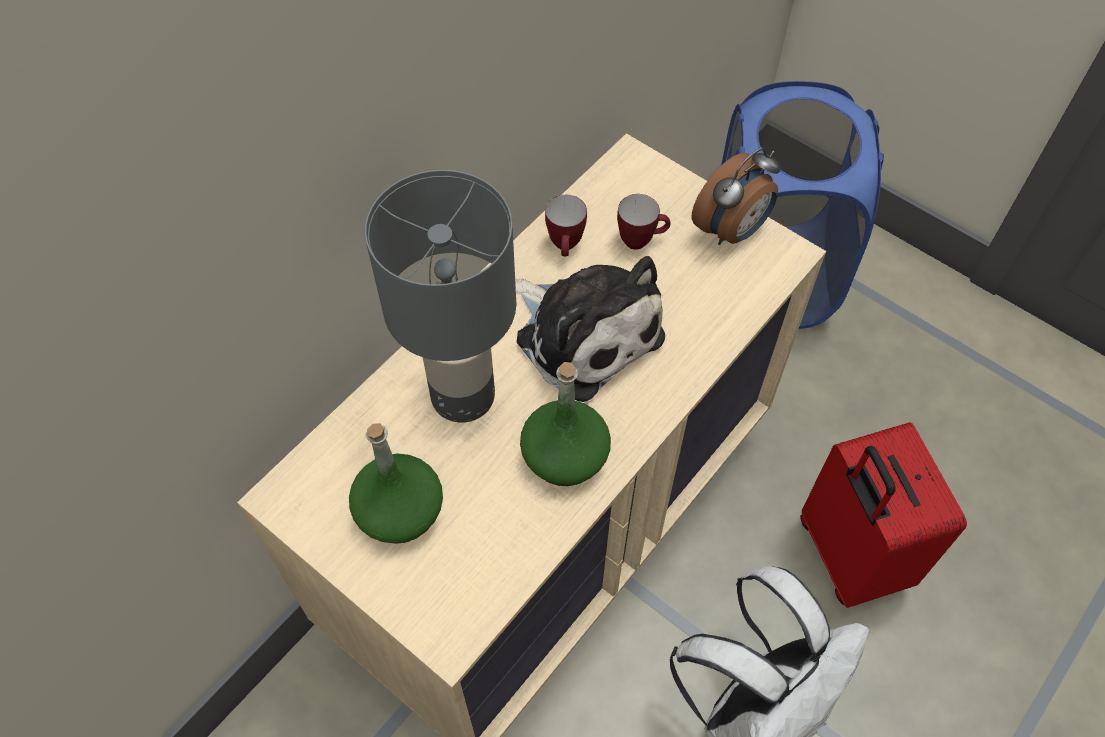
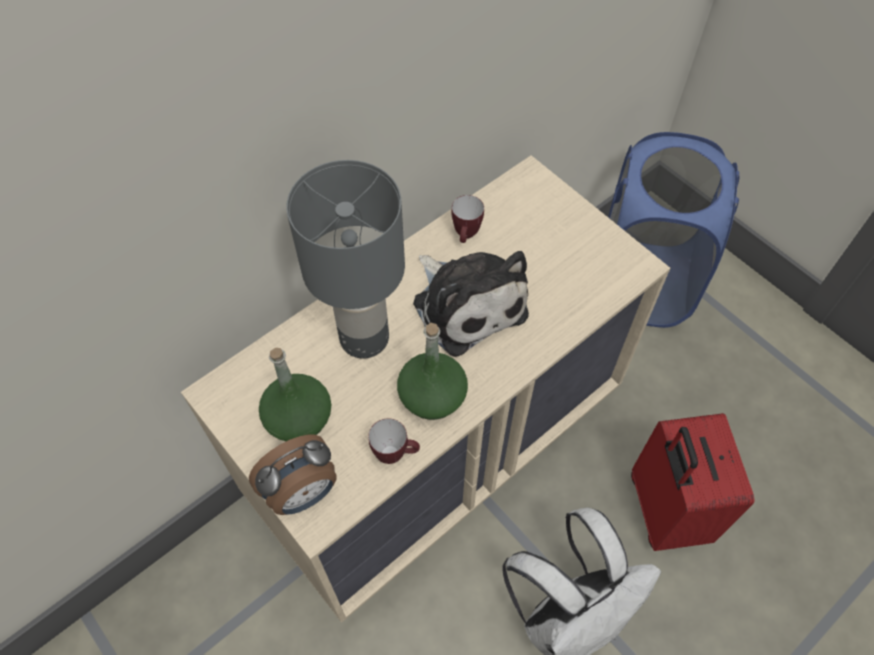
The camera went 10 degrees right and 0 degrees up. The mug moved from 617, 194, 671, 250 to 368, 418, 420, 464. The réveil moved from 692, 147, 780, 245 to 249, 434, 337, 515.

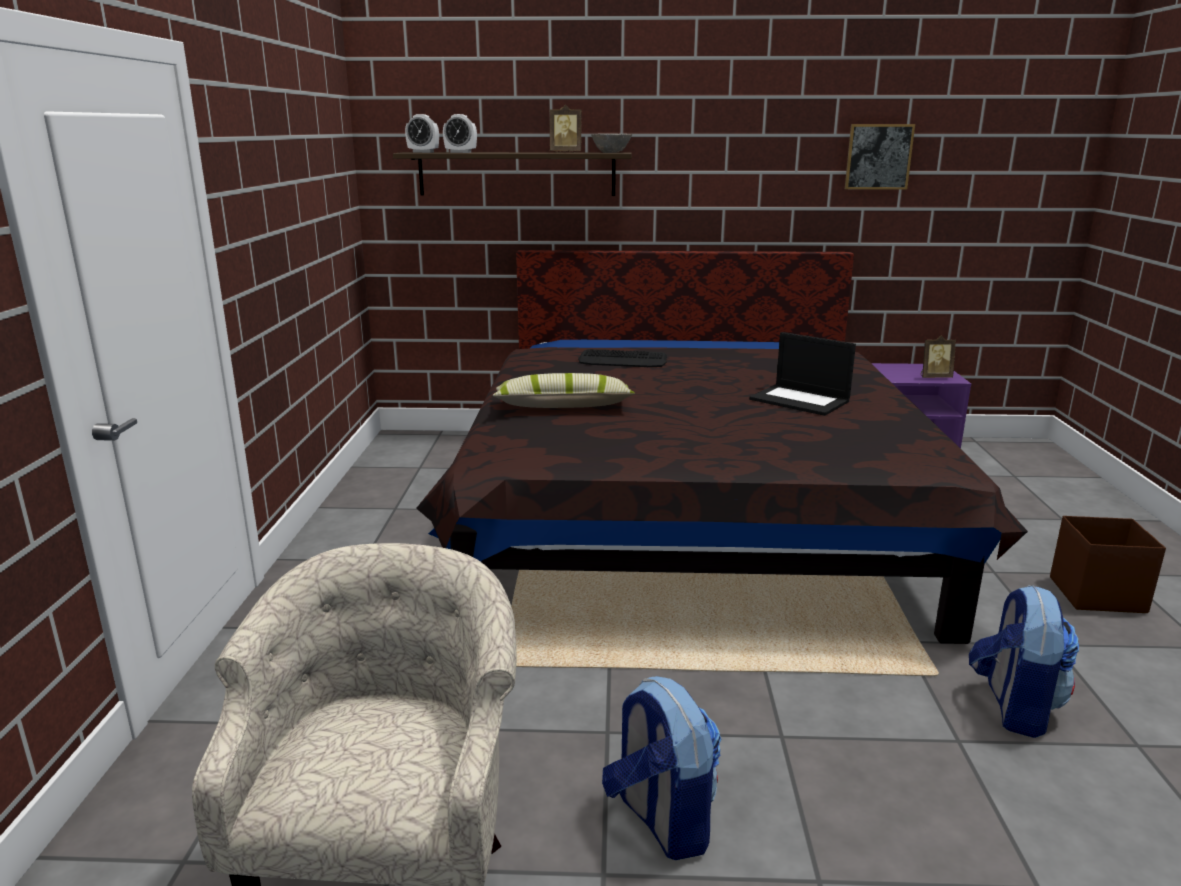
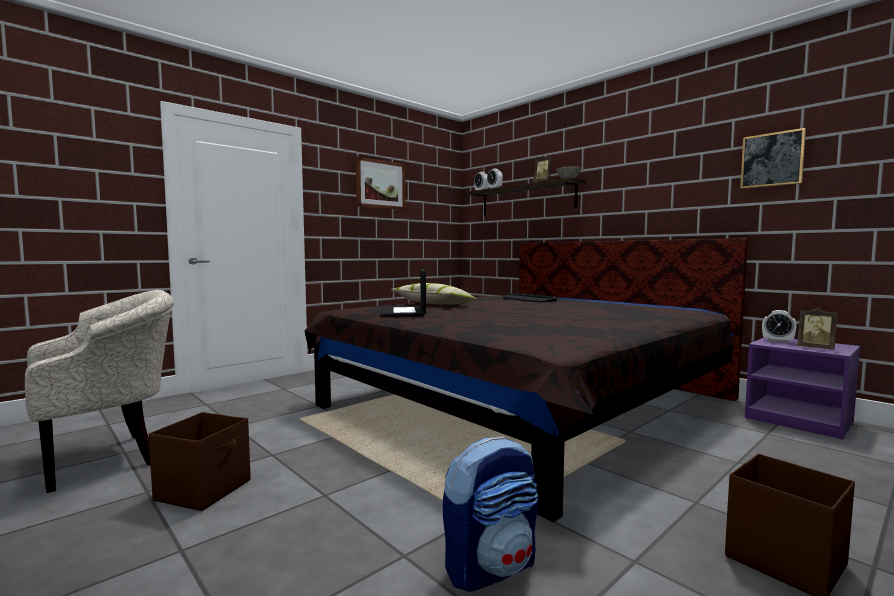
The camera went 45 degrees right and 15 degrees down. The tableau at 356, 156, 405, 210 appeared. The réveil at 762, 310, 797, 343 appeared. The ordinateur portable moved from 749, 332, 856, 416 to 380, 269, 426, 317. The sac à dos at 602, 676, 721, 860 was replaced by the boîte de rangement (marron) at 149, 412, 251, 511.

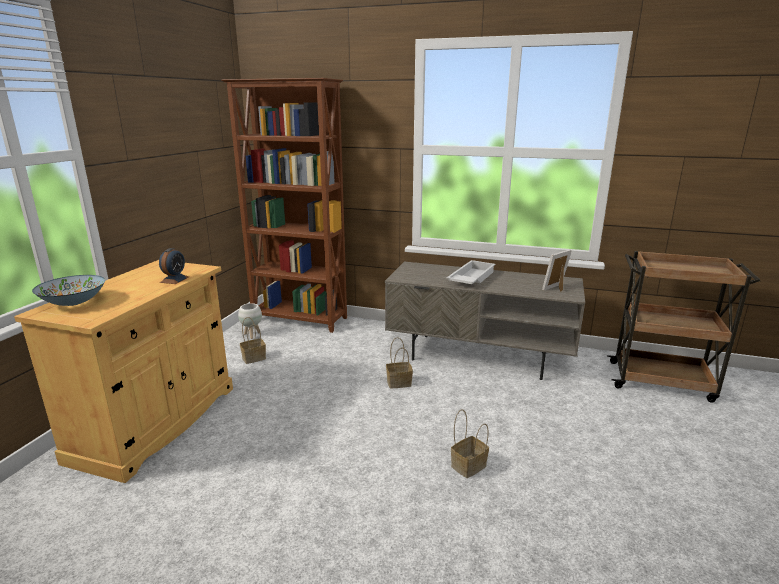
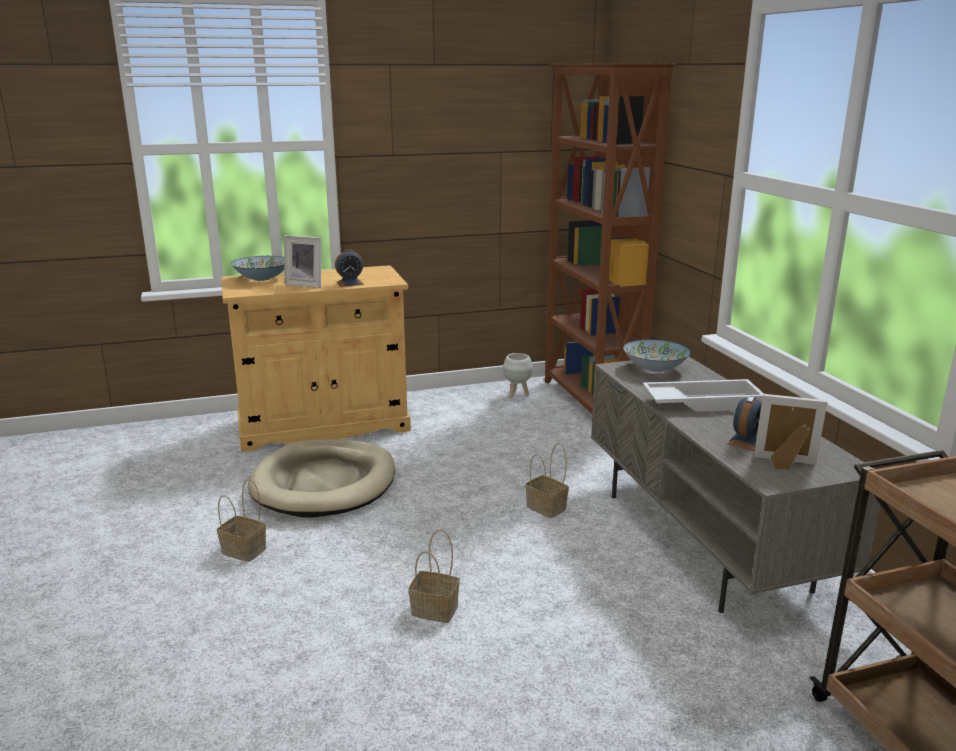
The camera went 55 degrees right and 0 degrees up. The panier pour chien (beige) at 248, 439, 395, 518 appeared. The cadre photo at 284, 235, 321, 288 appeared. The bol at 623, 339, 691, 372 appeared. The réveil at 727, 396, 762, 451 appeared. The panier moved from 240, 317, 266, 364 to 217, 479, 266, 562.

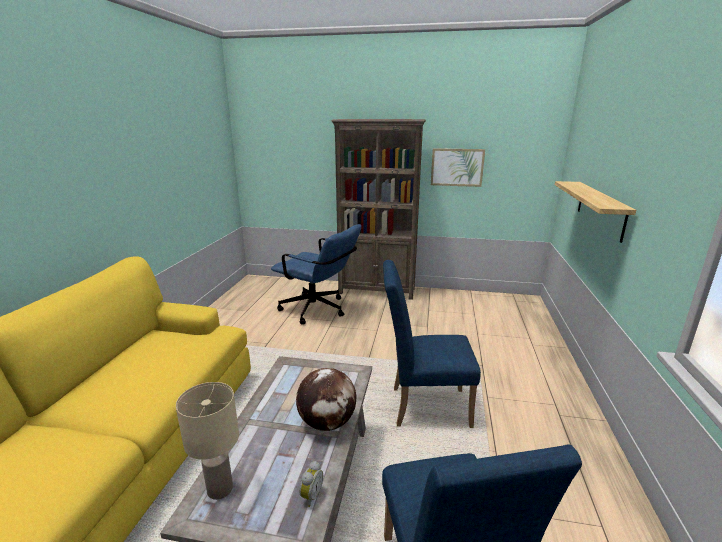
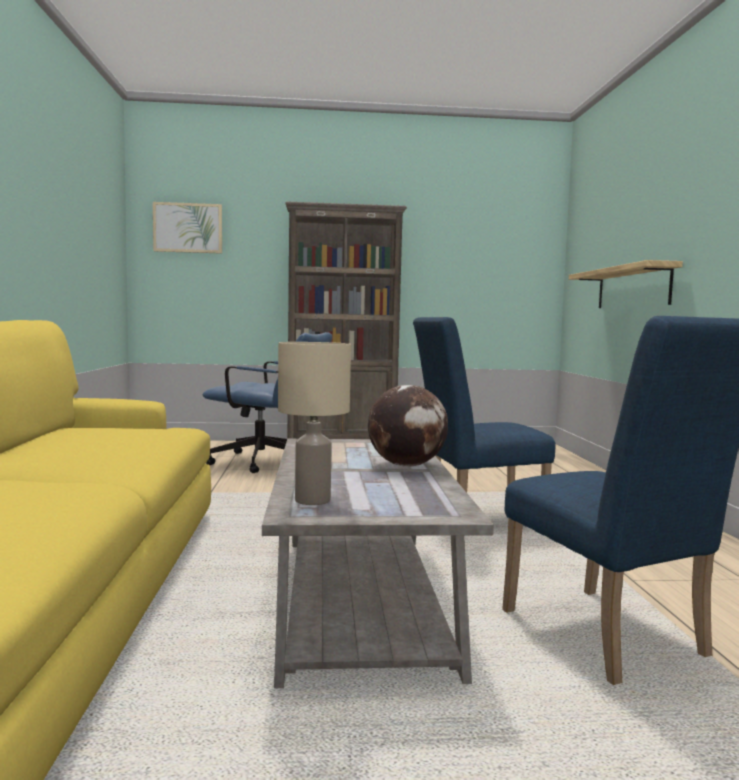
The camera went 15 degrees left and 15 degrees down. The réveil at 299, 461, 323, 507 disappeared. The tableau moved from 431, 148, 485, 187 to 153, 202, 222, 254.

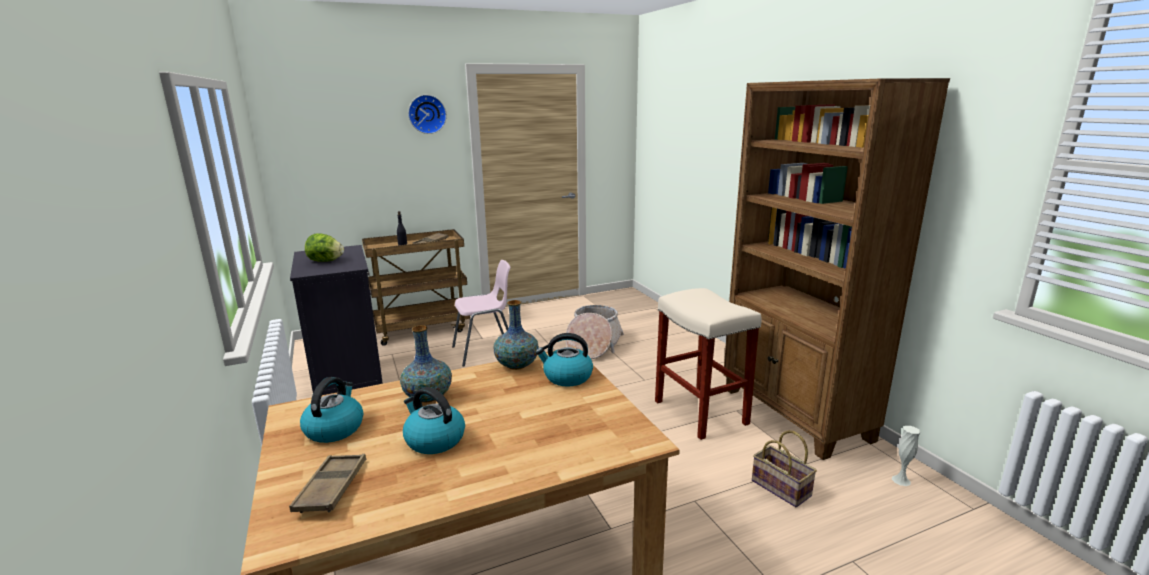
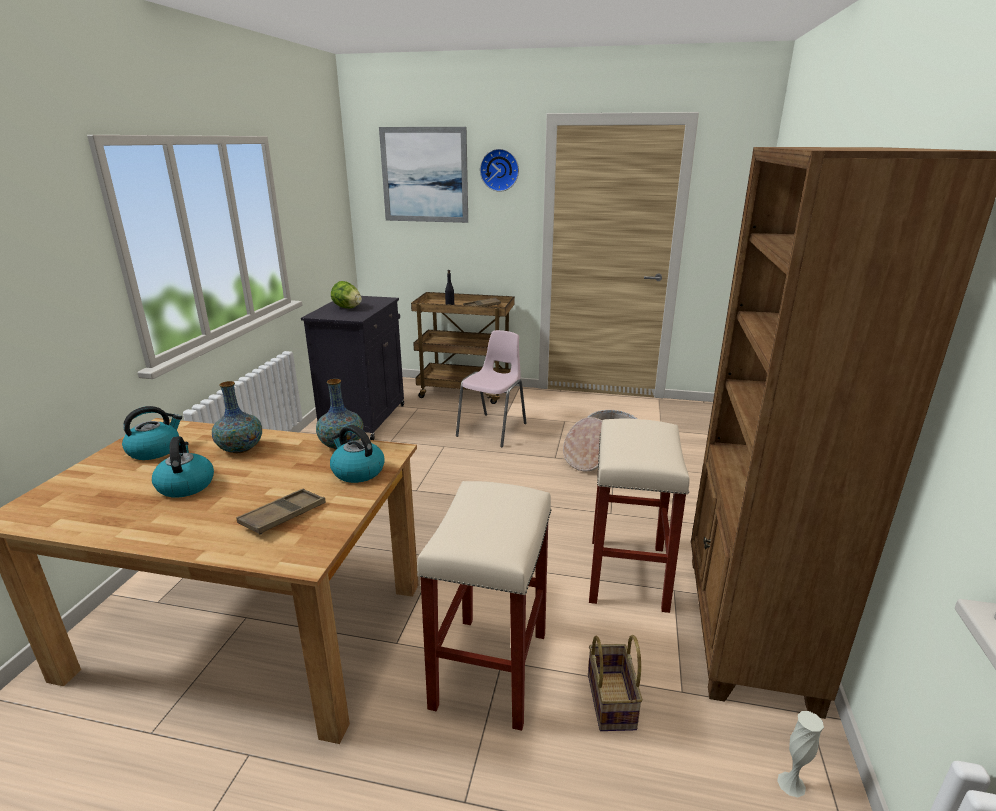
The camera went 35 degrees right and 5 degrees up. The tableau at 379, 127, 468, 223 appeared. The tabouret (beige) at 417, 481, 552, 731 appeared. The plateau (marron) moved from 289, 454, 366, 513 to 236, 488, 326, 535. The chaise (rose) at 452, 260, 510, 367 turned 75 degrees counterclockwise.

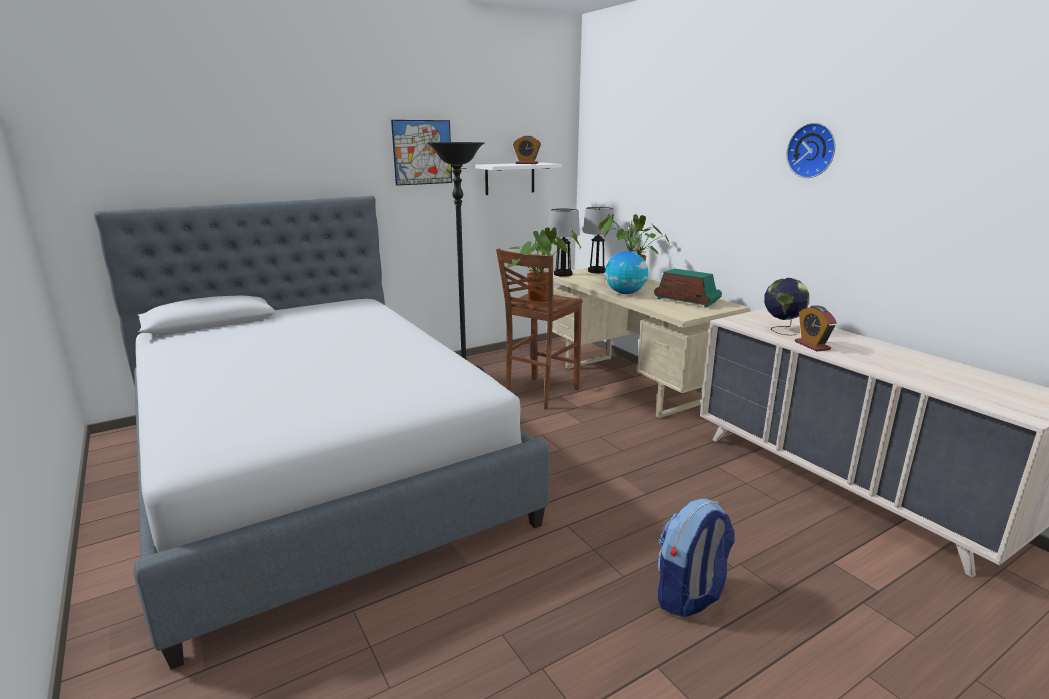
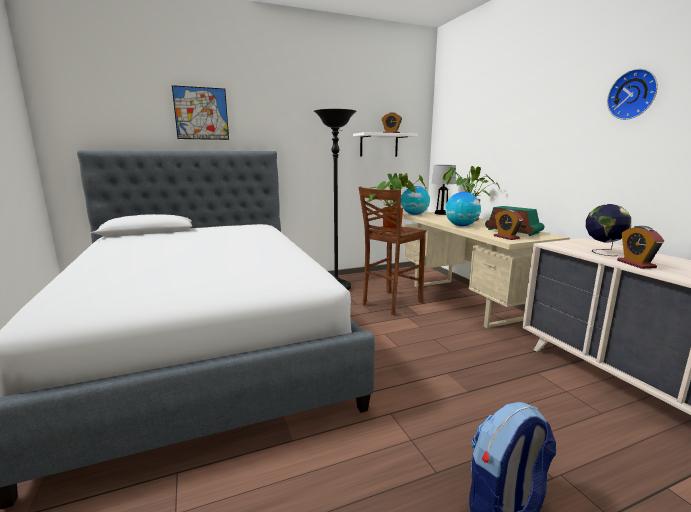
The camera went 10 degrees right and 5 degrees down. The réveil at 494, 209, 523, 240 appeared. The tableau moved from 391, 120, 452, 186 to 172, 85, 229, 140. The lampe de table at 549, 208, 580, 277 was replaced by the globe at 401, 186, 430, 215.

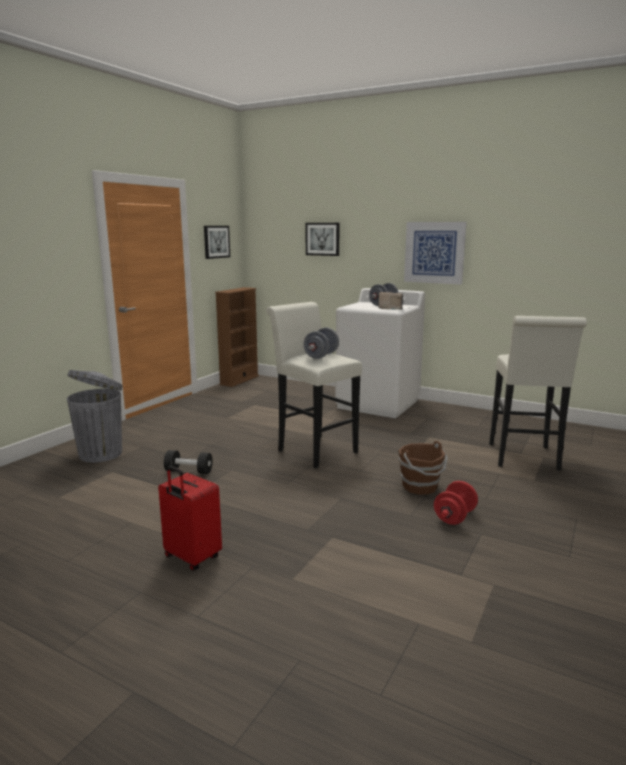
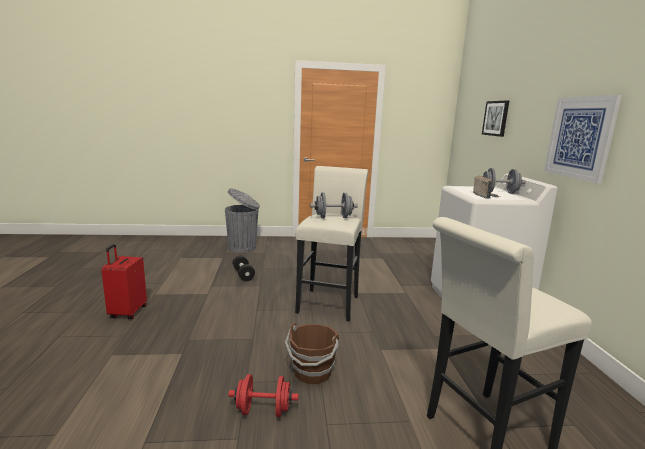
The camera went 55 degrees right and 0 degrees up. The tableau at 204, 226, 230, 259 disappeared. The bibliothèque (marron) at 215, 287, 259, 387 disappeared.

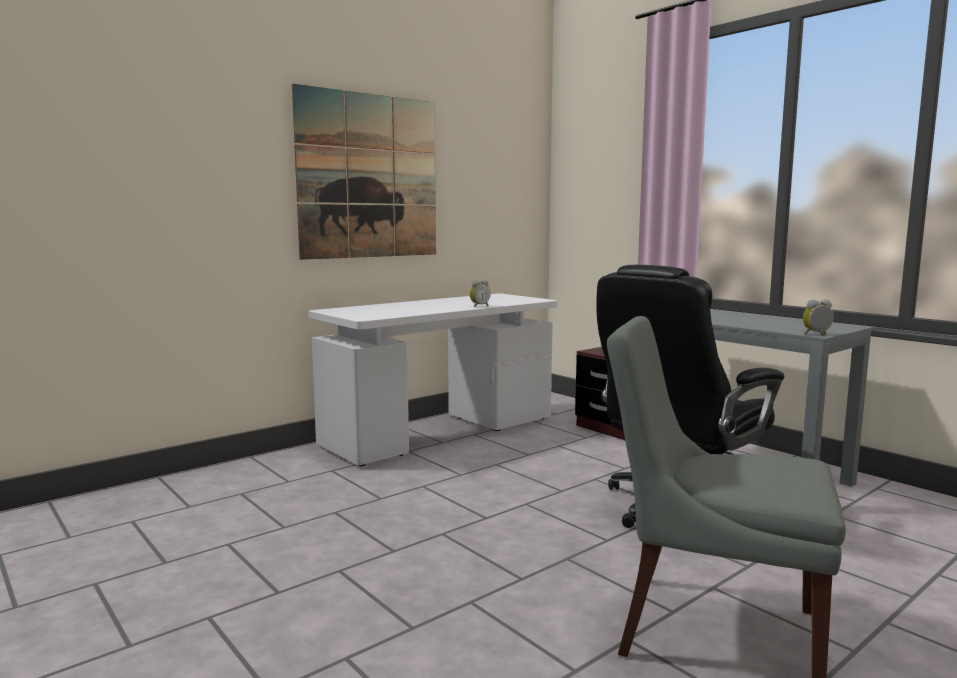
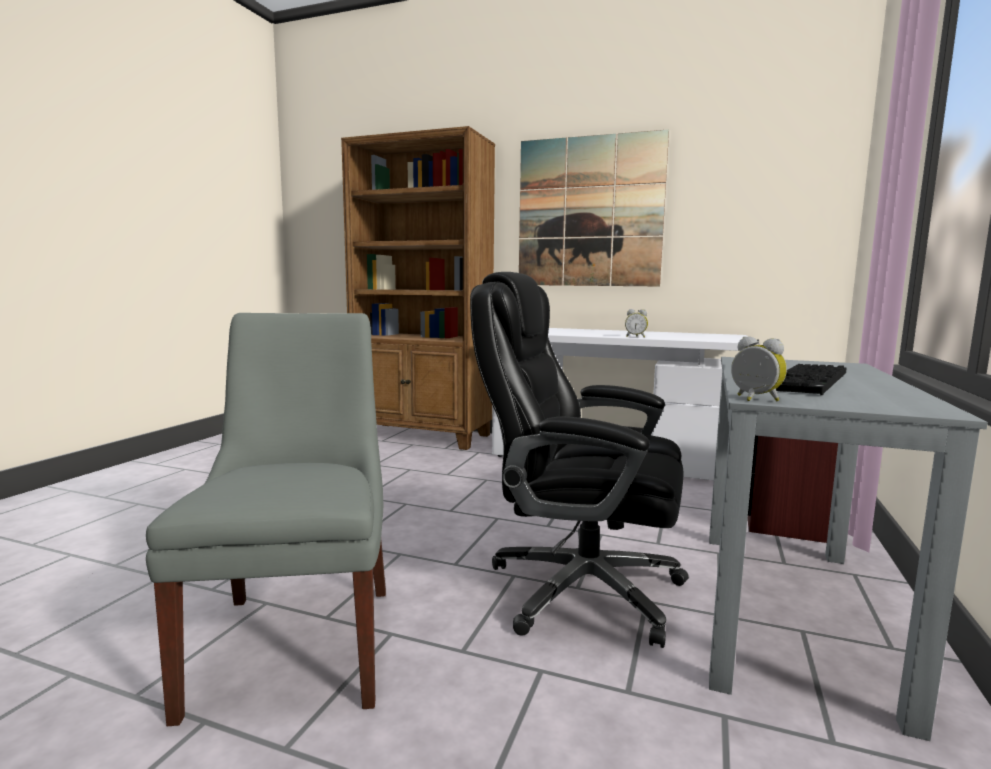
The camera went 60 degrees right and 0 degrees up. The bibliothèque (marron) at 341, 126, 495, 450 appeared. The clavier at 776, 364, 846, 395 appeared.

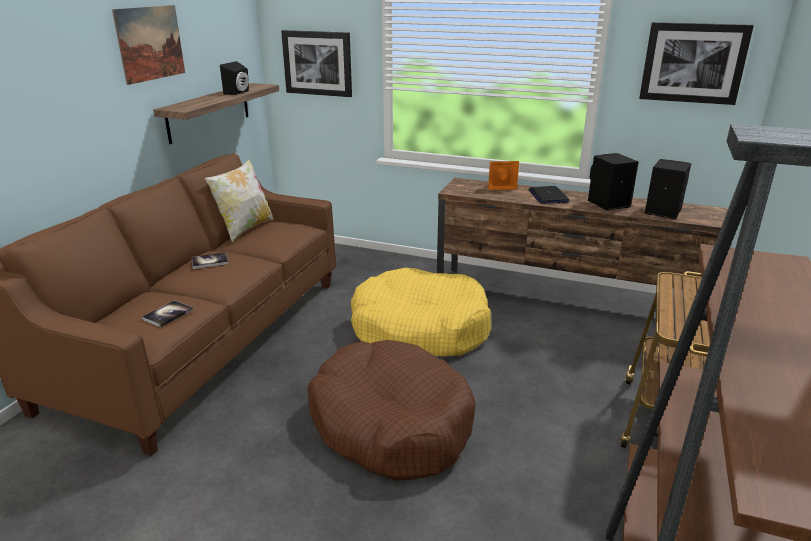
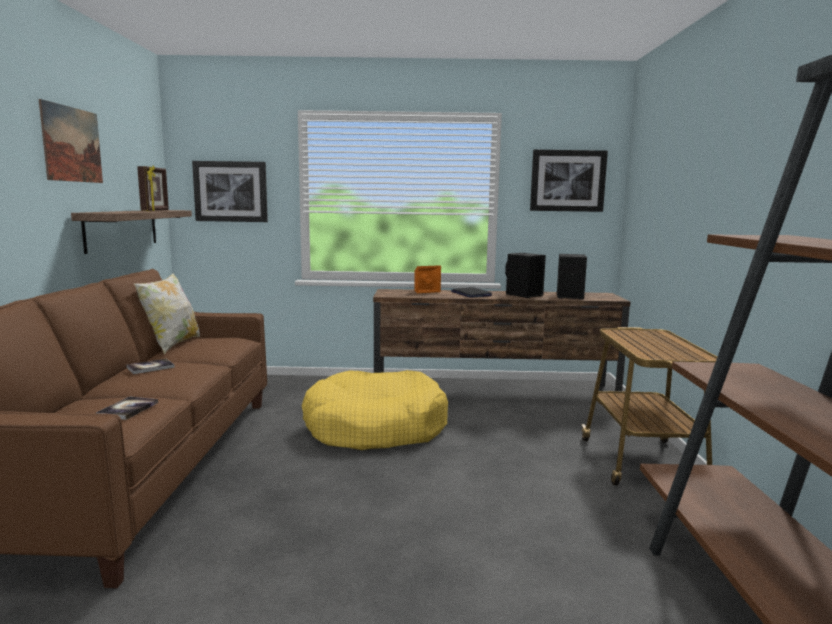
The camera went 20 degrees left and 15 degrees down. The panier pour chien (marron) at 308, 340, 476, 481 disappeared. The enceinte (noir) at 220, 61, 249, 95 was replaced by the cadre photo at 137, 165, 169, 211.

